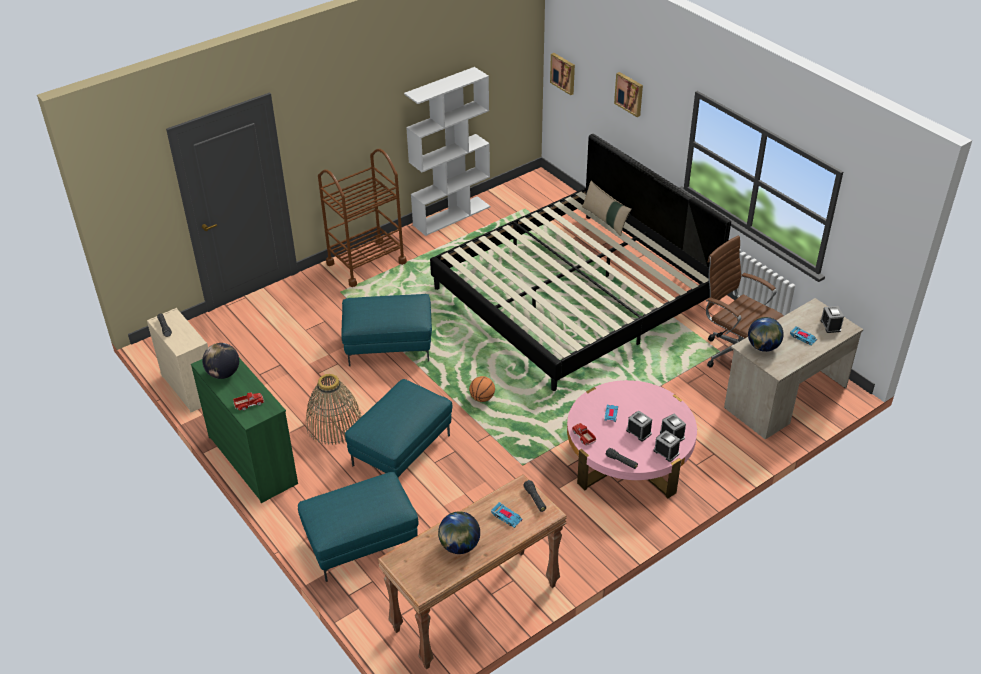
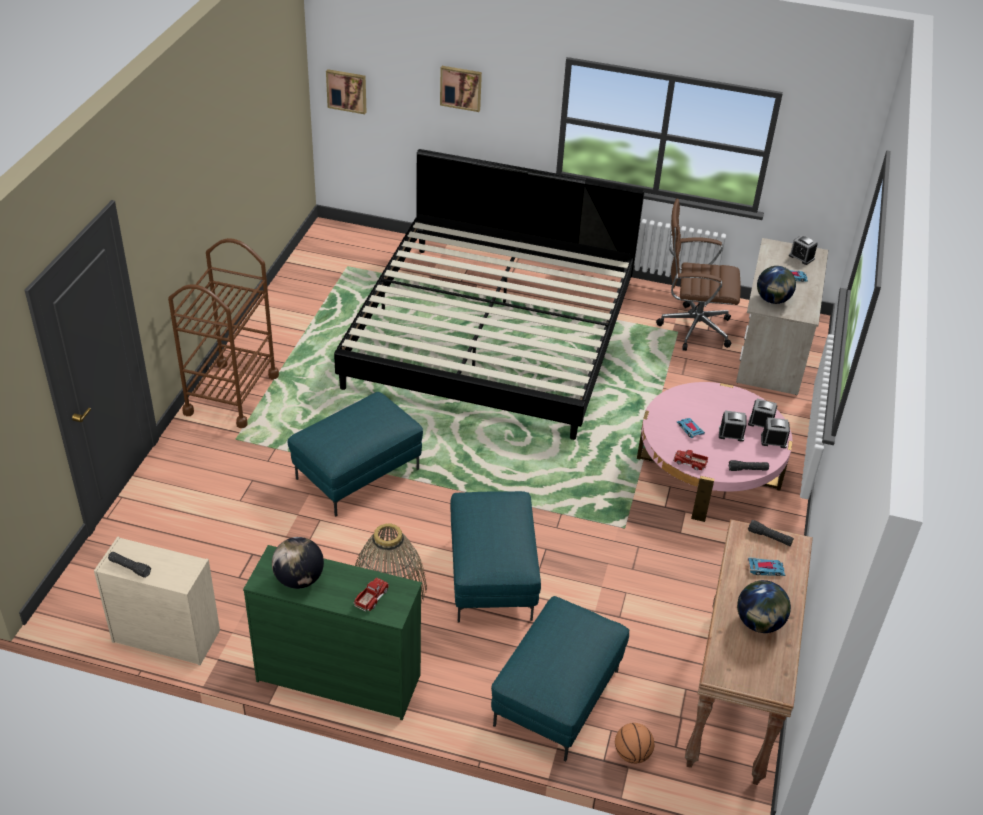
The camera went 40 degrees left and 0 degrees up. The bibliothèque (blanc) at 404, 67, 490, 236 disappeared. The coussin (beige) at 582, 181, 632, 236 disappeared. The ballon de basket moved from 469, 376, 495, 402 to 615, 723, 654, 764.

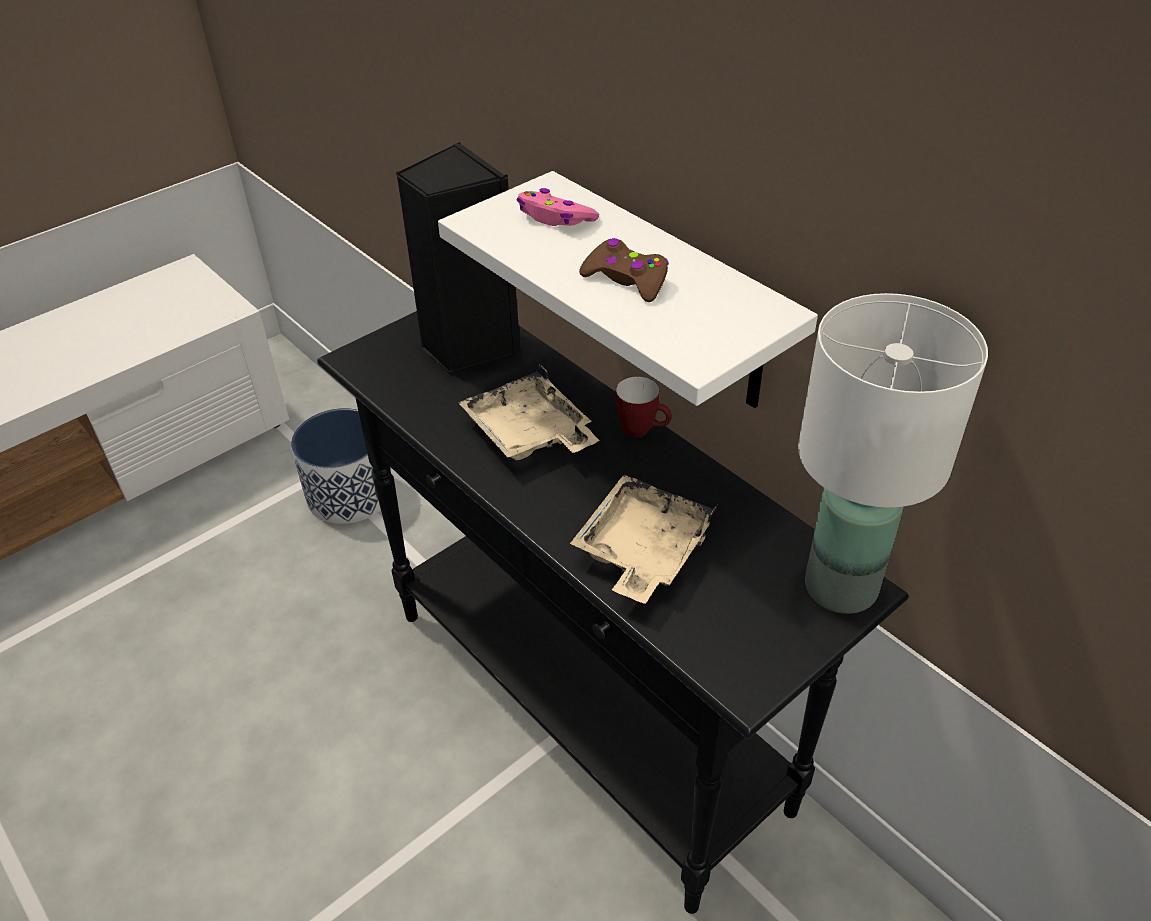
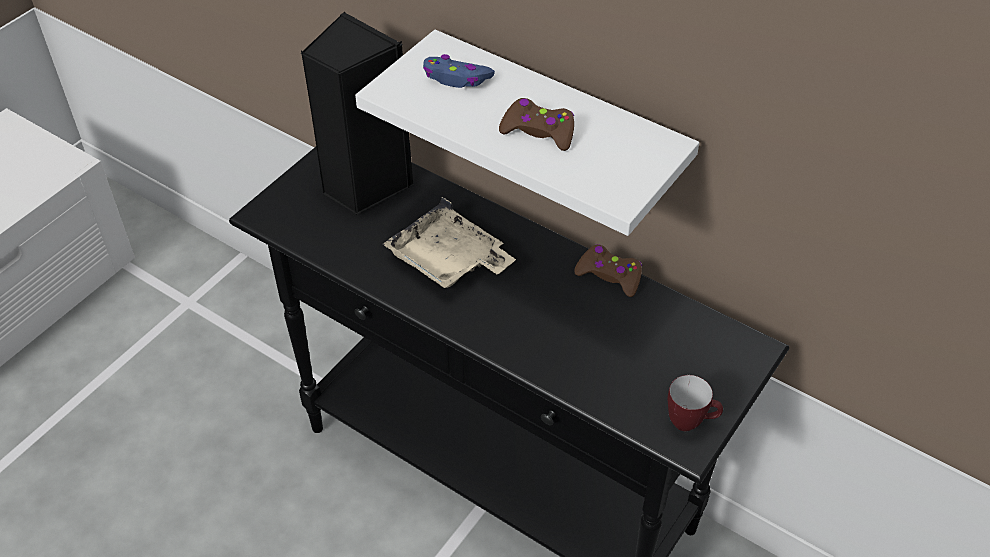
The camera went 15 degrees left and 5 degrees up. The cache-pot at 291, 408, 381, 524 disappeared. The plateau (beige) at 570, 475, 717, 604 disappeared. The lampe de table (blanc) at 798, 293, 988, 614 disappeared. The manette (marron) at 574, 244, 642, 297 appeared. The mug moved from 615, 376, 672, 438 to 668, 375, 723, 431. The manette (rose) at 516, 188, 599, 226 became the manette (bleu) at 423, 54, 495, 88.

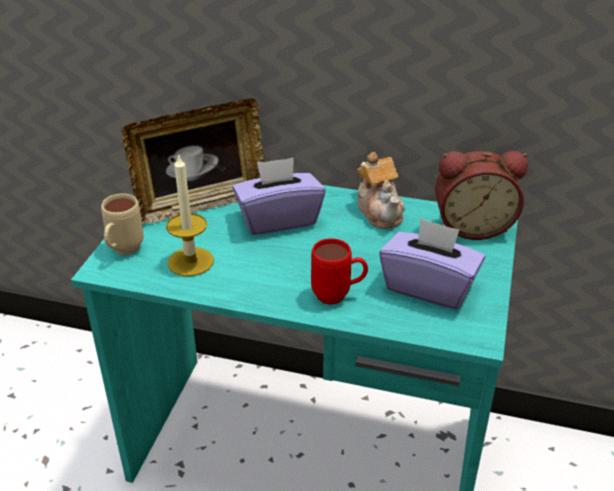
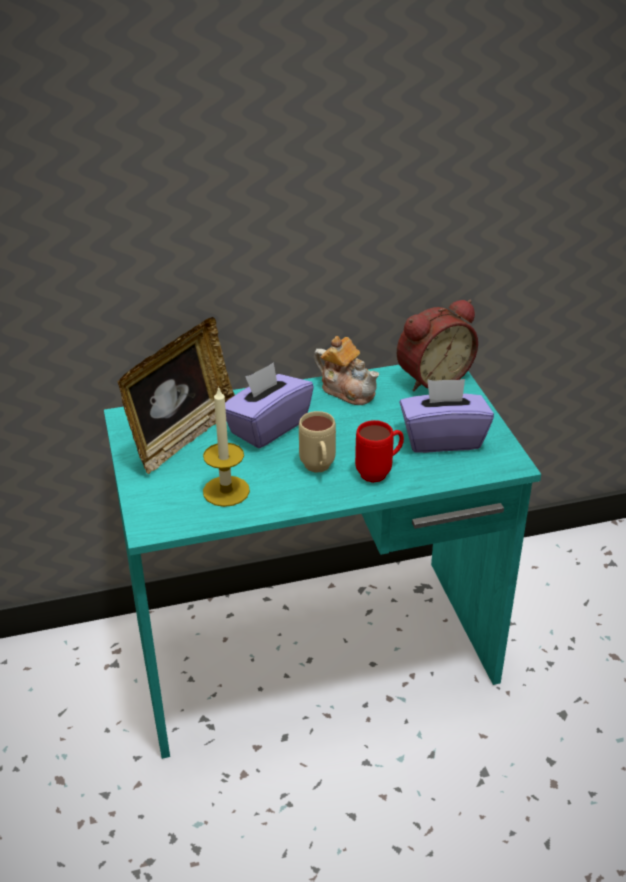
The camera went 30 degrees left and 0 degrees up. The mug (beige) moved from 101, 193, 144, 255 to 299, 411, 336, 473.

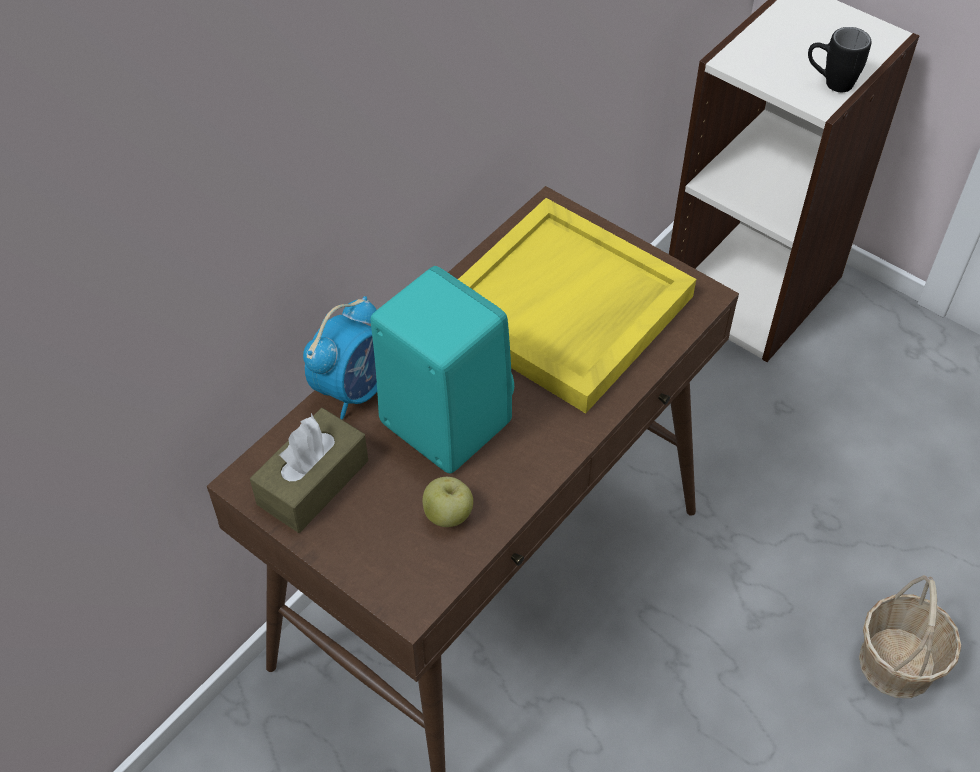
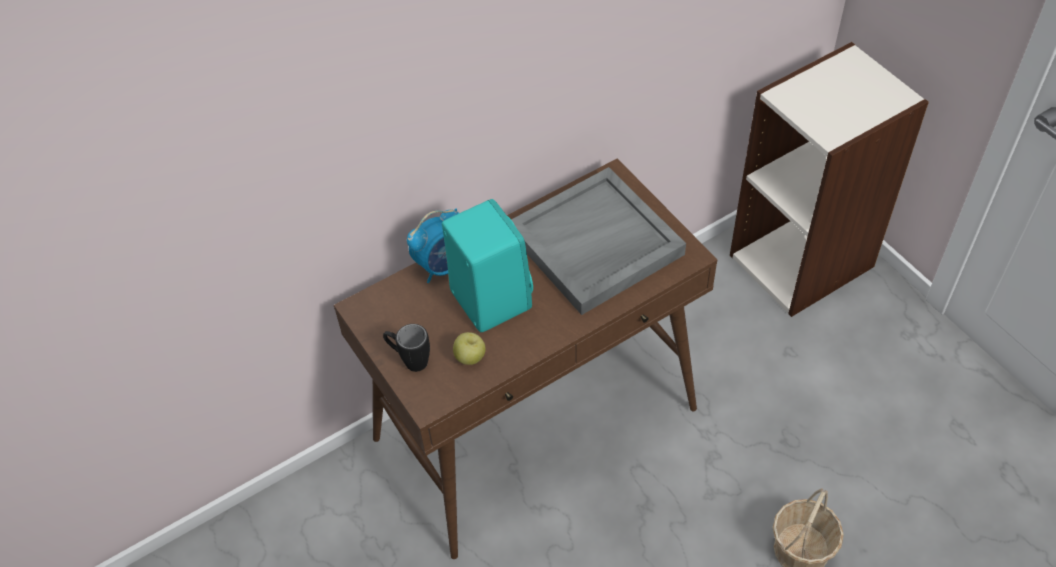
The camera went 20 degrees right and 0 degrees up. The boîte à mouchoirs (marron) at 250, 408, 368, 533 disappeared. The mug (noir) moved from 808, 27, 871, 92 to 383, 324, 430, 372. The plateau (jaune) at 458, 198, 696, 413 became the plateau (gris) at 511, 167, 686, 315.

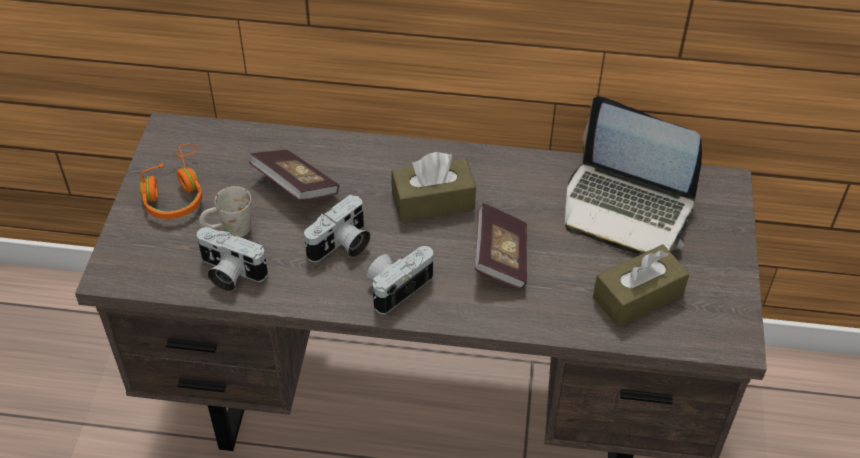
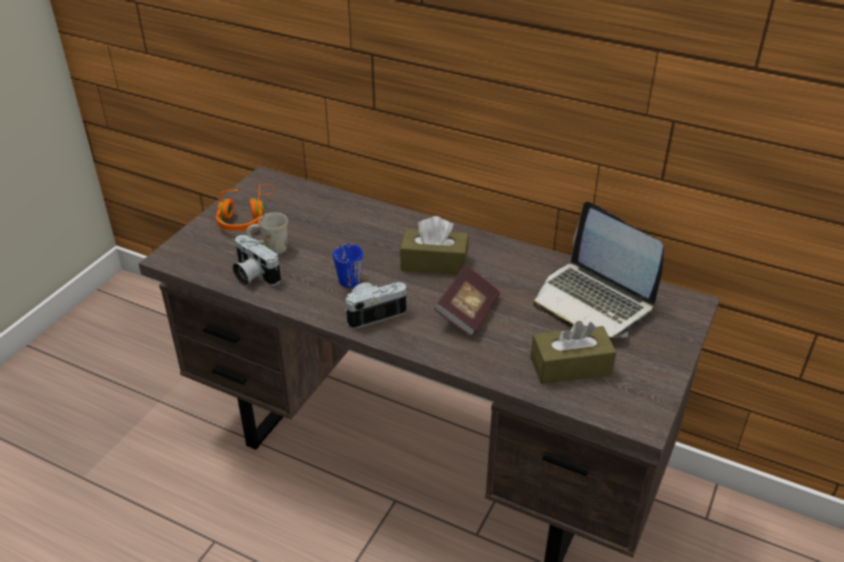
The camera went 20 degrees right and 10 degrees down. The livre at 249, 150, 339, 201 disappeared. The appareil photo at 304, 194, 371, 262 was replaced by the mug (bleu) at 333, 244, 363, 288.

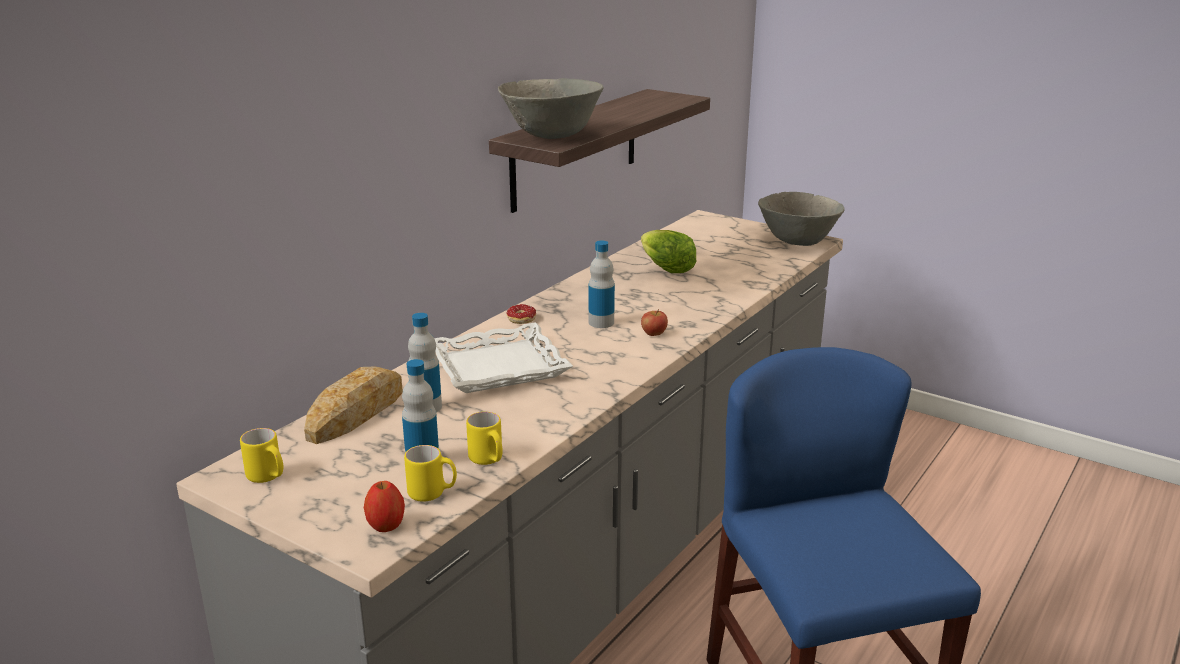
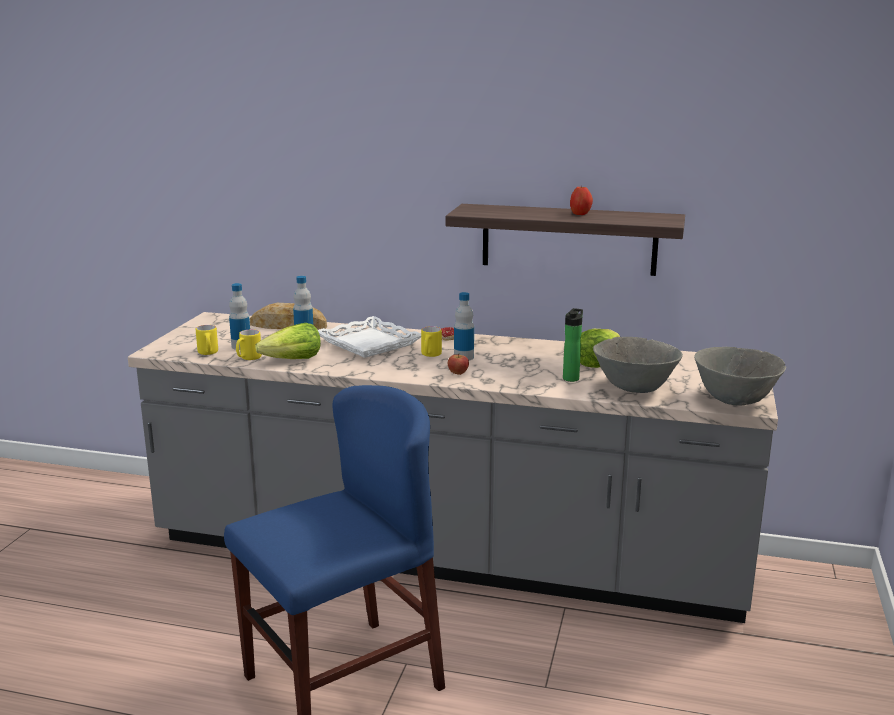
The camera went 70 degrees right and 5 degrees down. The laitue at 255, 323, 321, 359 appeared. The bouteille at 563, 308, 583, 382 appeared. The mug (jaune) moved from 240, 428, 283, 483 to 421, 326, 442, 357. The pomme moved from 364, 481, 405, 532 to 570, 185, 593, 215. The bol (gris) moved from 498, 78, 603, 139 to 593, 337, 683, 393.

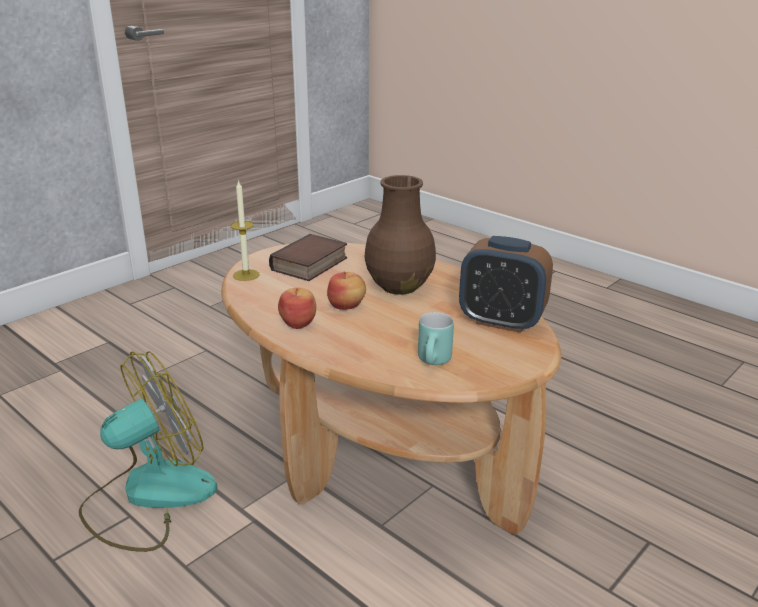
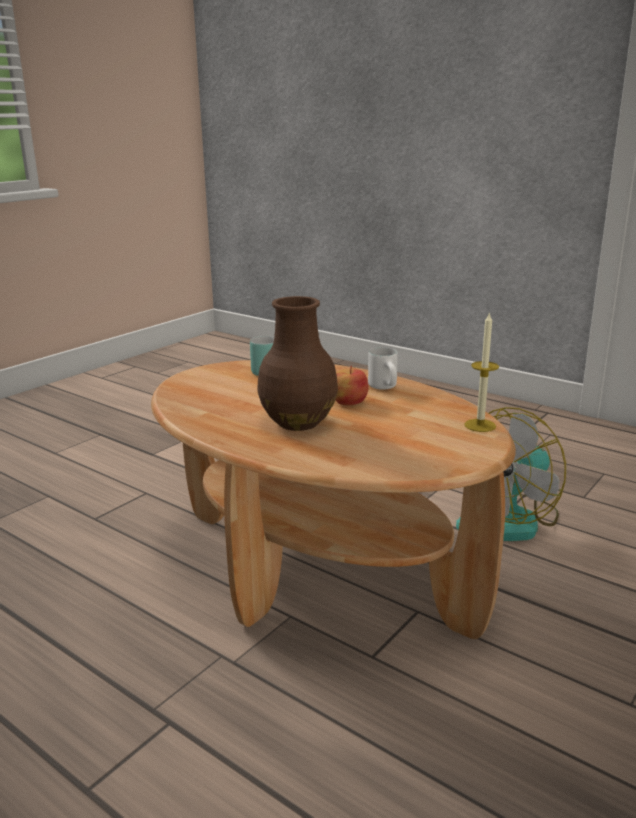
The camera went 175 degrees right and 5 degrees down. The livre at 269, 234, 347, 281 disappeared. The réveil at 459, 236, 553, 333 disappeared. The pomme at 278, 288, 316, 329 was replaced by the mug (blanc) at 368, 347, 398, 390.

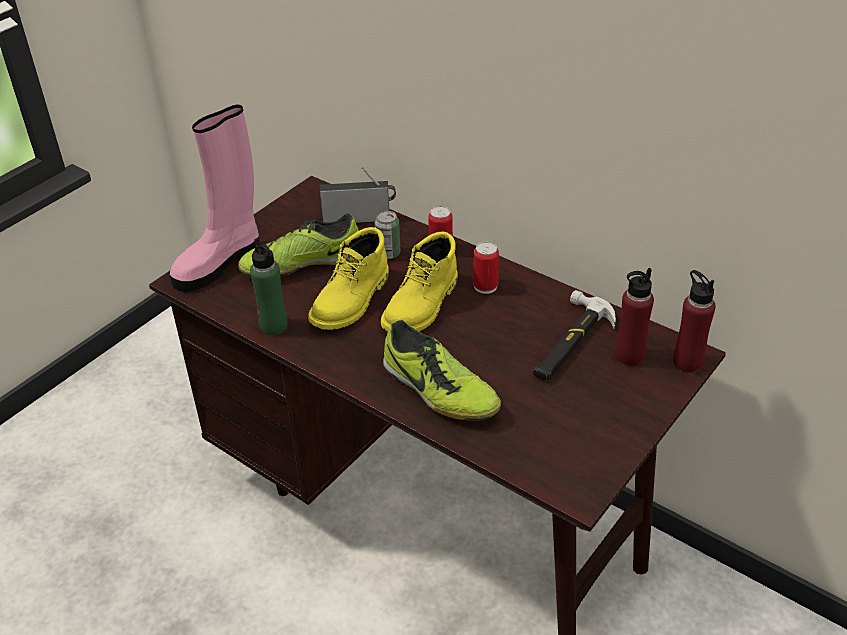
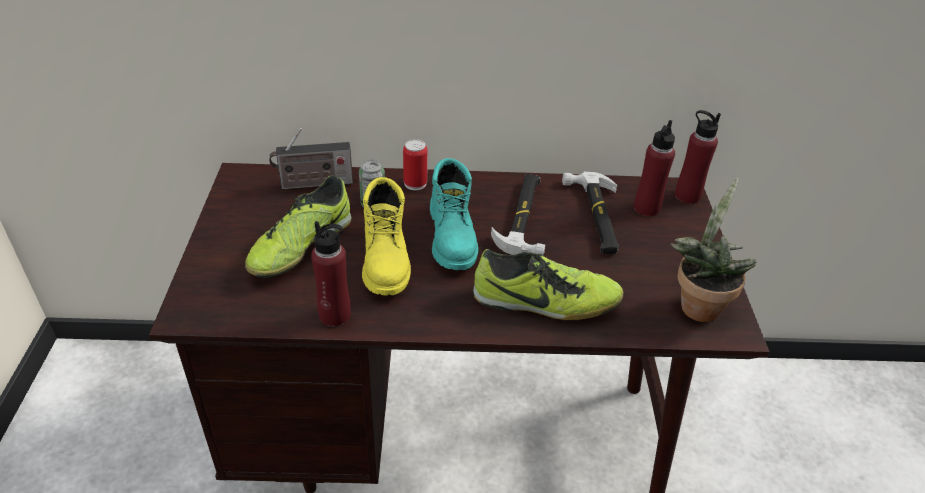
The camera went 40 degrees left and 0 degrees up. The botte (rose) at 170, 105, 260, 292 disappeared. The boîte métallique at 473, 242, 499, 294 disappeared. The marteau at 491, 174, 545, 256 appeared. The plante en pot at 670, 178, 756, 322 appeared. The bouteille (vert) at 250, 238, 288, 335 became the bouteille (rouge) at 311, 221, 351, 327. The botte (jaune) at 381, 232, 458, 332 became the botte (turquoise) at 430, 158, 478, 270. The radio at 320, 166, 396, 223 turned 150 degrees counterclockwise.

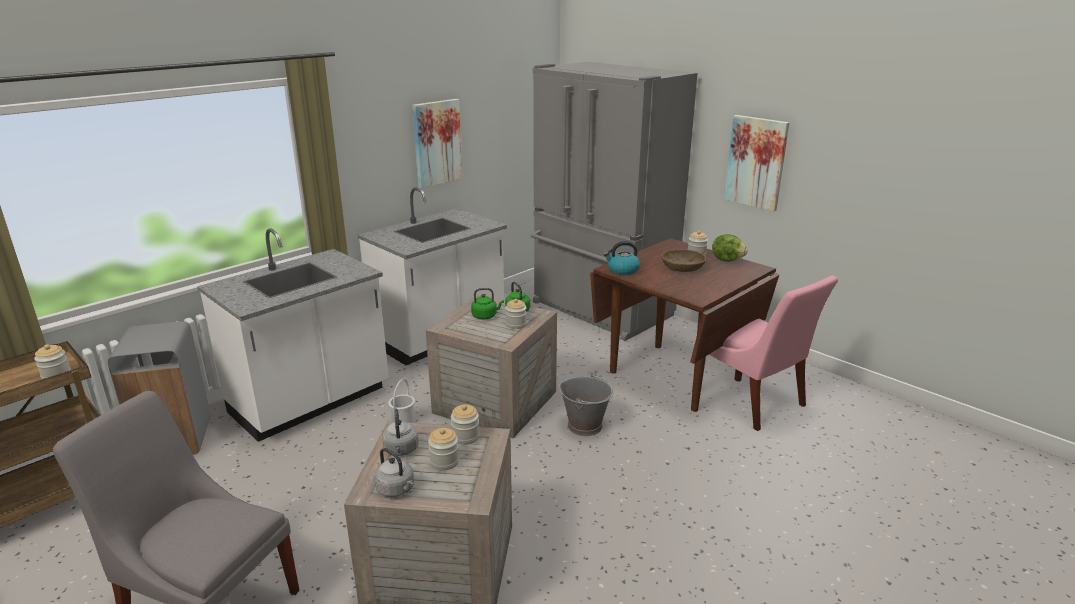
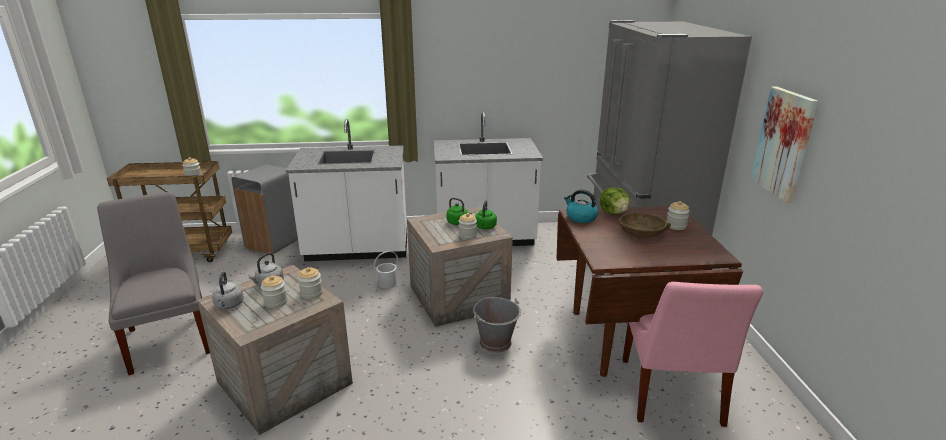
The camera went 40 degrees right and 0 degrees up. The tableau at 412, 99, 463, 188 disappeared. The laitue moved from 712, 234, 748, 262 to 600, 187, 630, 214.

